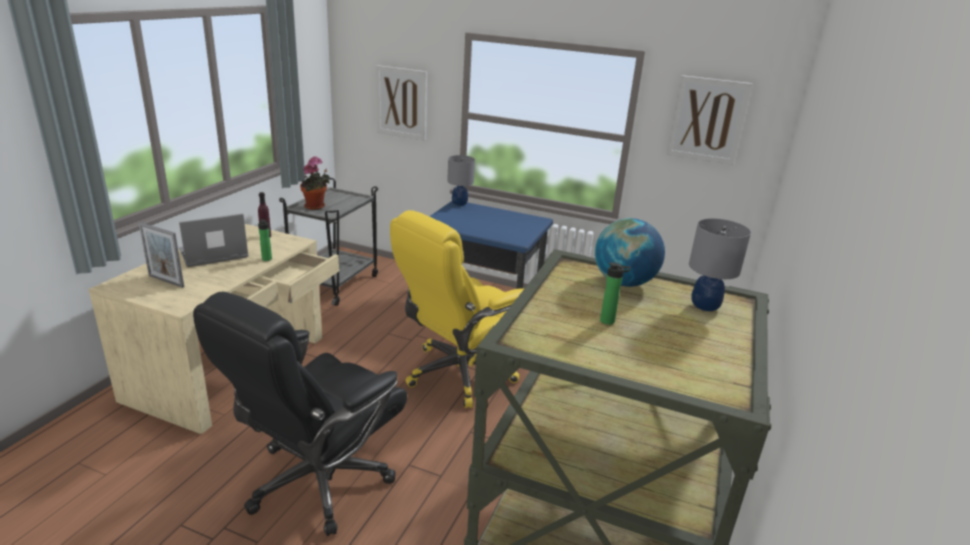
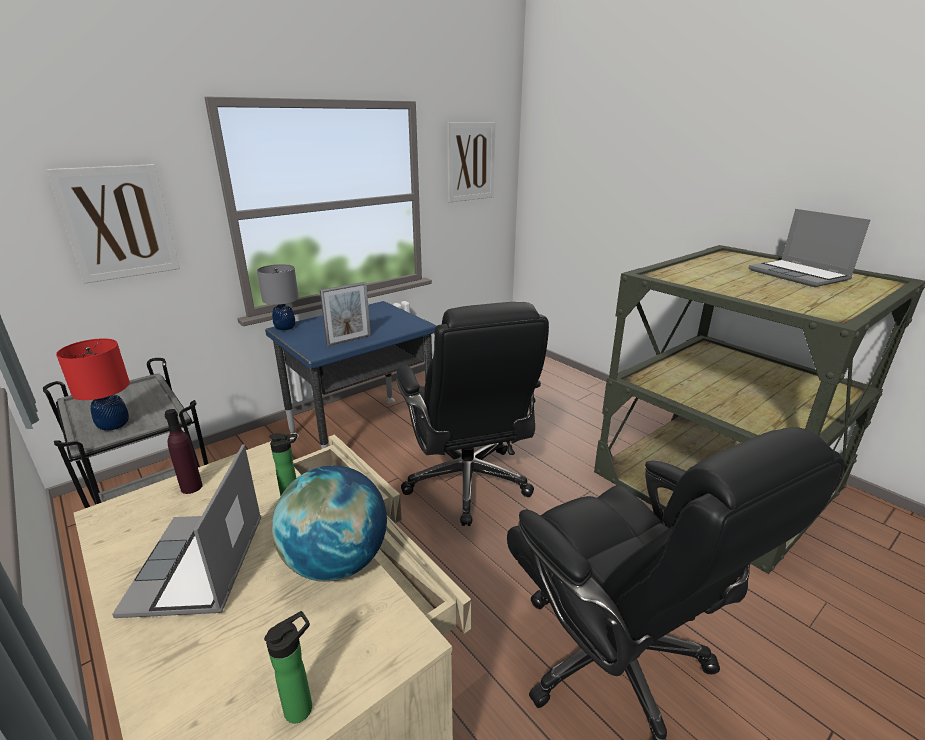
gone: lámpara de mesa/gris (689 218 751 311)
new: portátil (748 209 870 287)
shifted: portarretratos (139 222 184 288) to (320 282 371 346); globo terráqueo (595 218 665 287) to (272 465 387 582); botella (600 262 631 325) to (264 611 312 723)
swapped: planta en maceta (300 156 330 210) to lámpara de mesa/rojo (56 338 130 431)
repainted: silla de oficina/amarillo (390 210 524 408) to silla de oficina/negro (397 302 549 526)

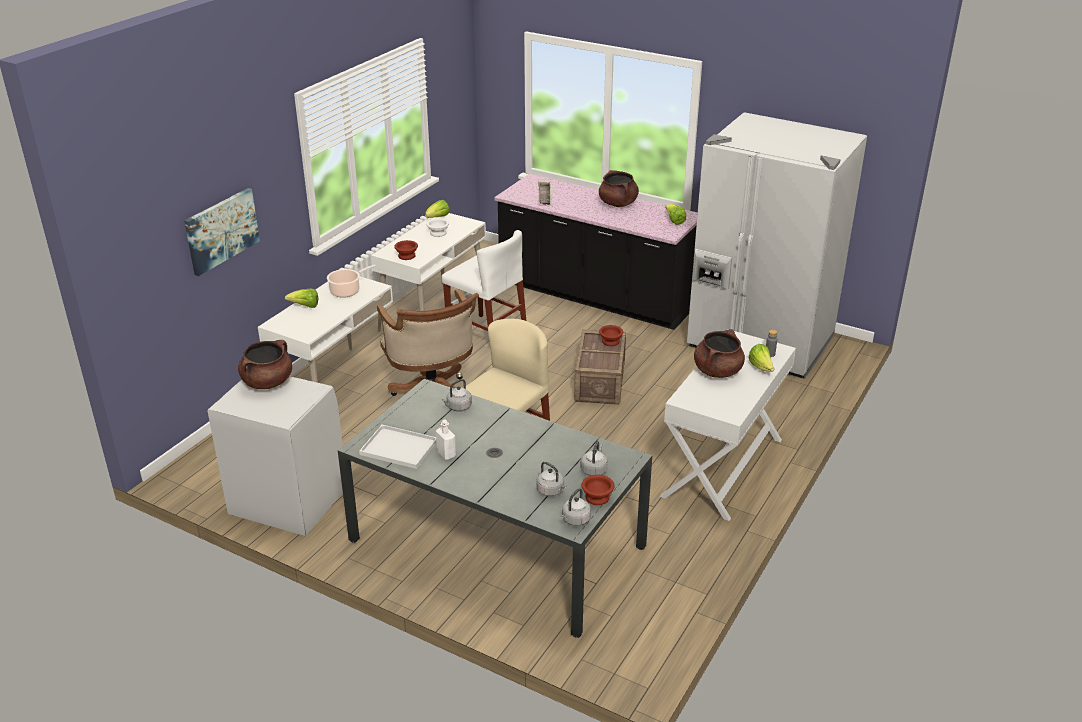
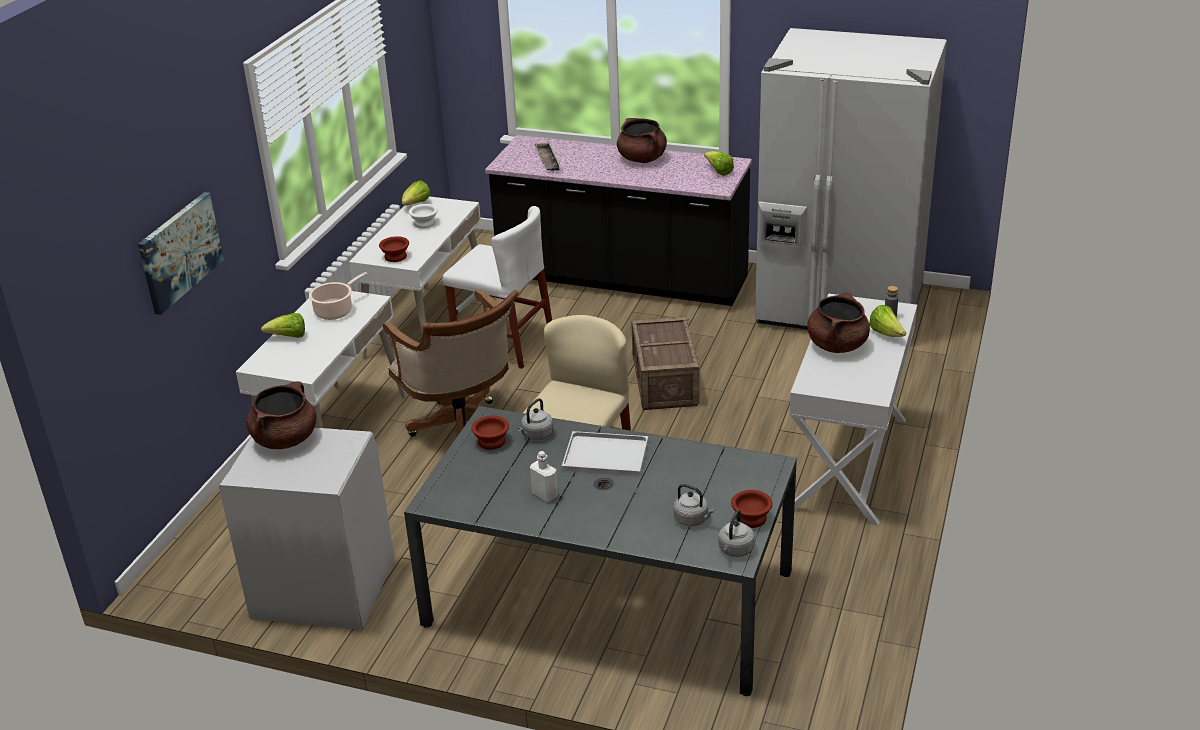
gone: hervidor/gris (580 441 608 476)
shifted: bandeja/blanco (359 425 437 469) to (562 431 648 476); cuenco/marrón (599 325 623 346) to (471 416 509 450)

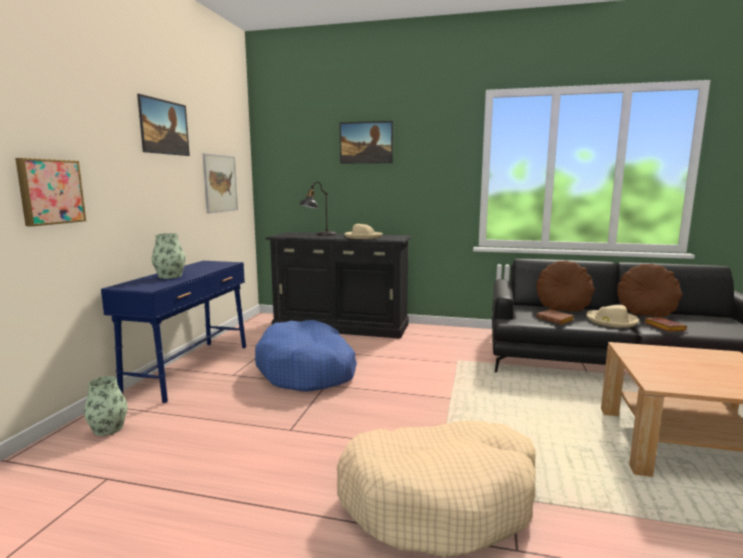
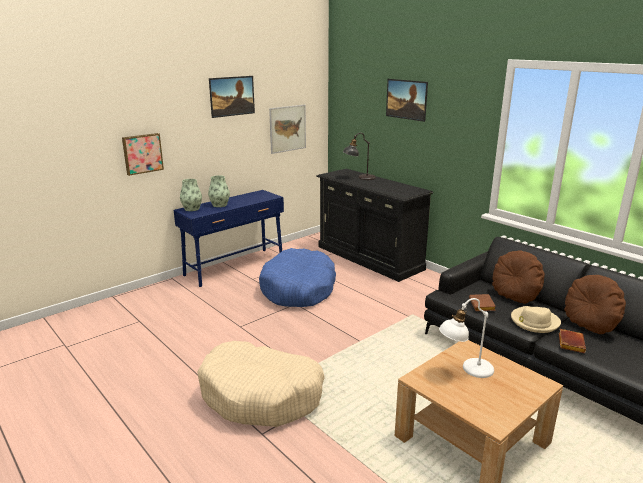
gone: sombrero/beis (344 224 383 239)
new: lámpara de mesa/blanco (439 298 494 378)
shifted: florero (84 376 127 436) to (180 179 202 211)

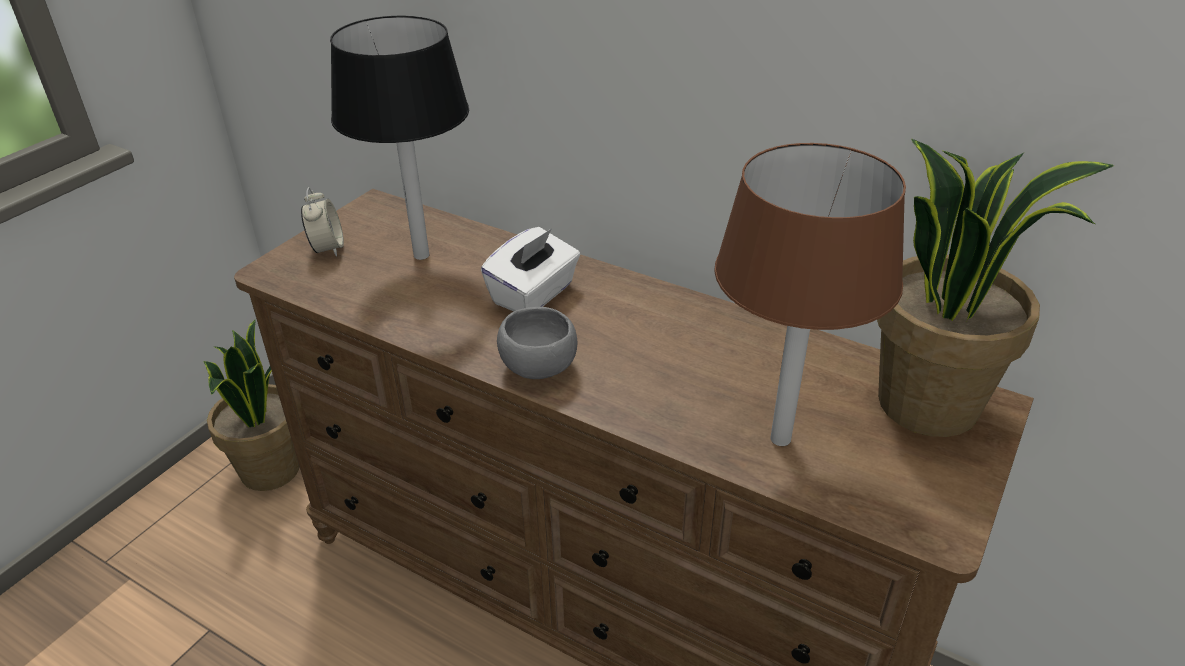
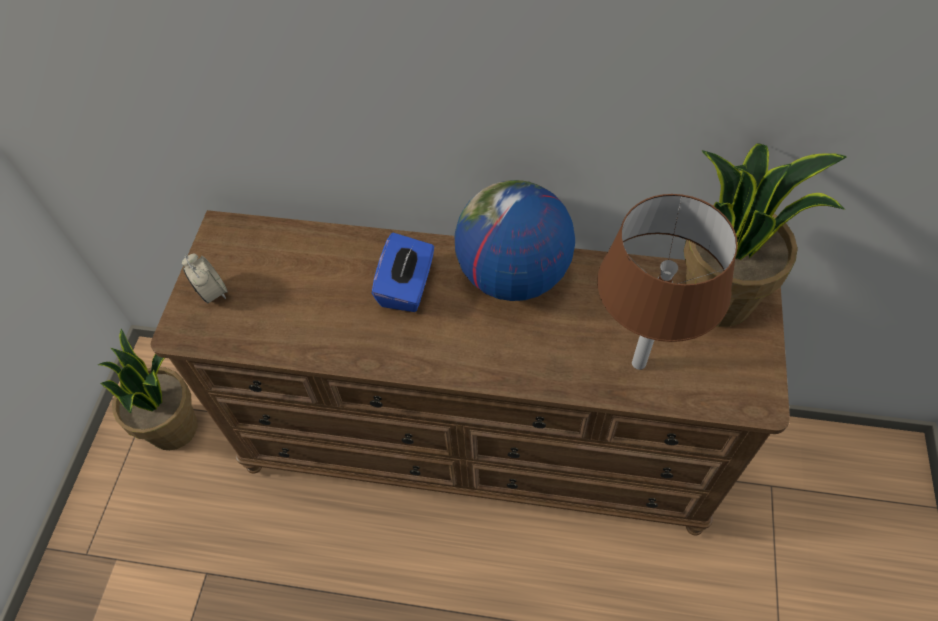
gone: lámpara de mesa/negro (330 16 469 260); cuenco/gris (497 307 577 379)
new: globo terráqueo (455 180 575 301)
repainted: caja de pañuelos/blanco (481 227 580 311) to caja de pañuelos/azul (372 233 434 312)

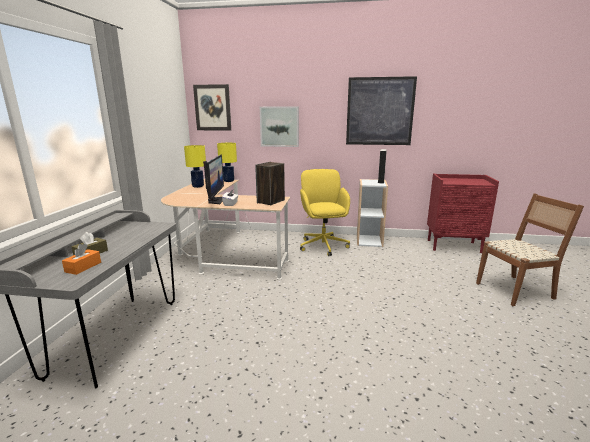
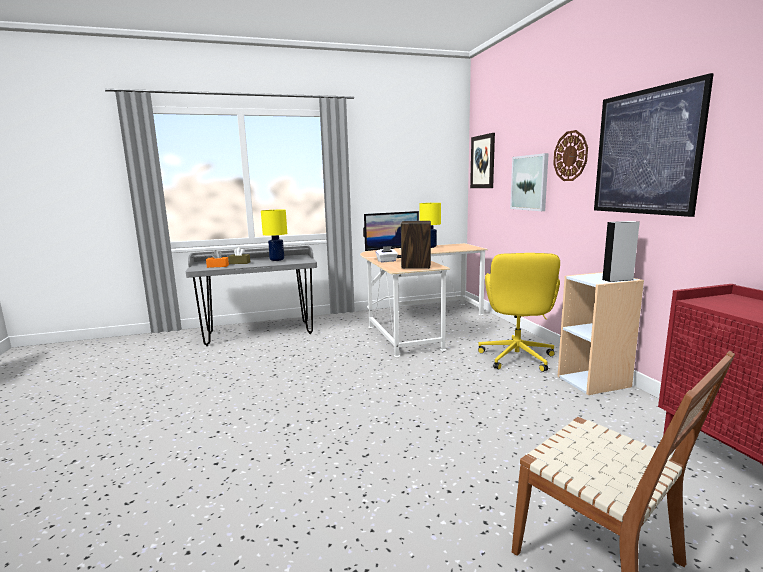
new: reloj de pared (553 130 588 181)
shifted: lámpara de mesa/amarillo (217 143 237 182) to (261 210 287 261)
rotated: silla de oficina/amarillo (300 169 350 256) = (478 253 560 372) 135 degrees clockwise

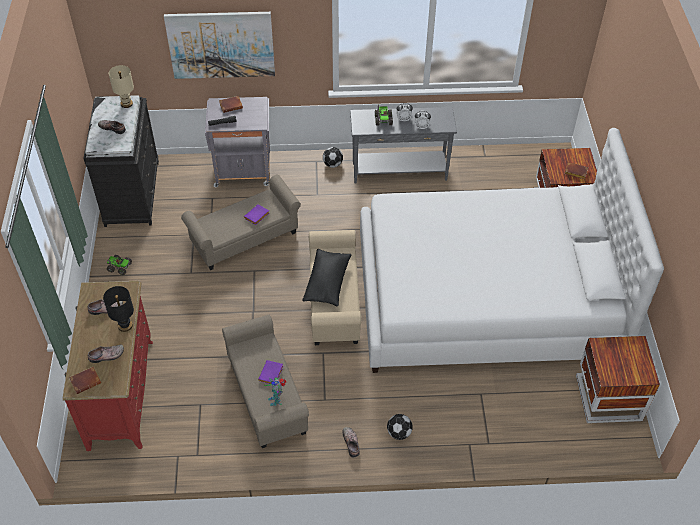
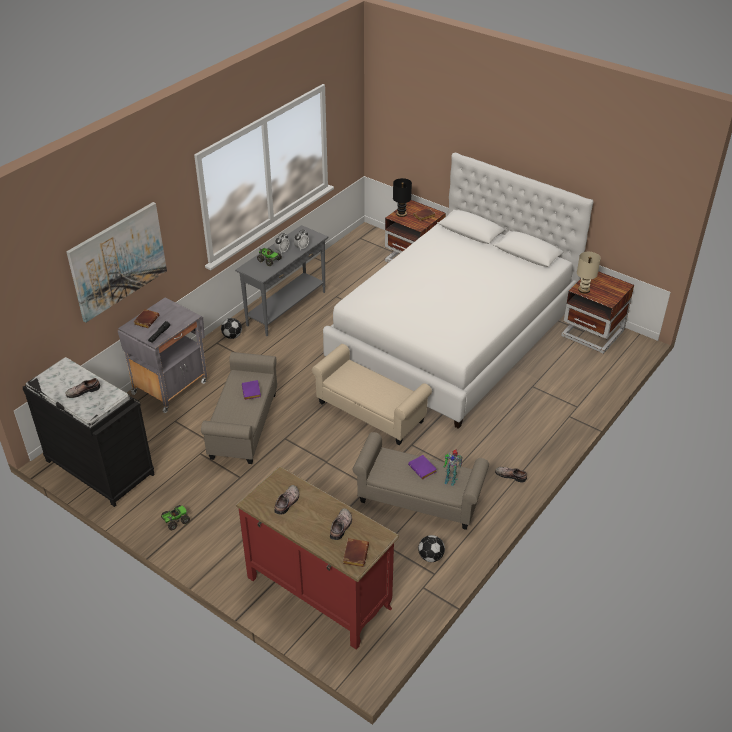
gone: cojín/negro (303 249 352 306)
shifted: lámpara de mesa/negro (103 286 134 332) to (393 178 412 217); lámpara de mesa/beis (109 65 134 108) to (577 252 601 294); balón de fútbol (387 414 413 440) to (418 535 445 562)

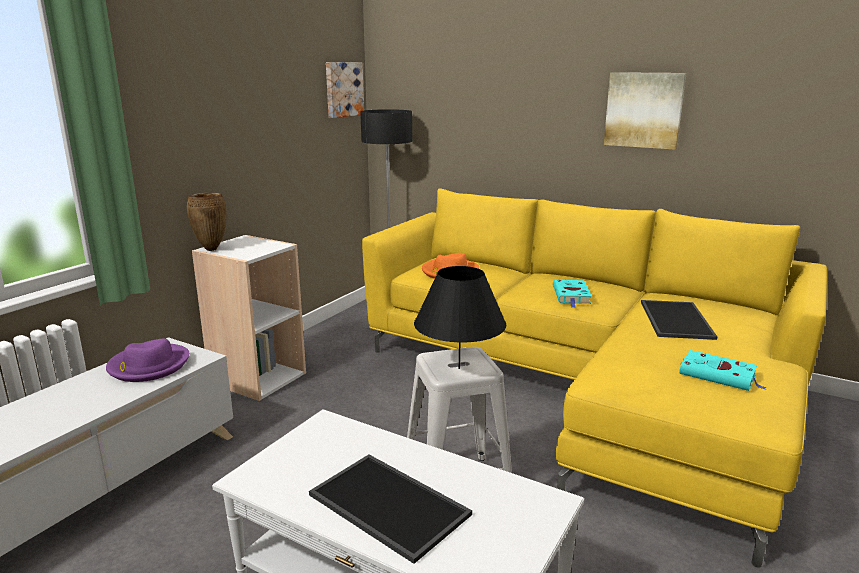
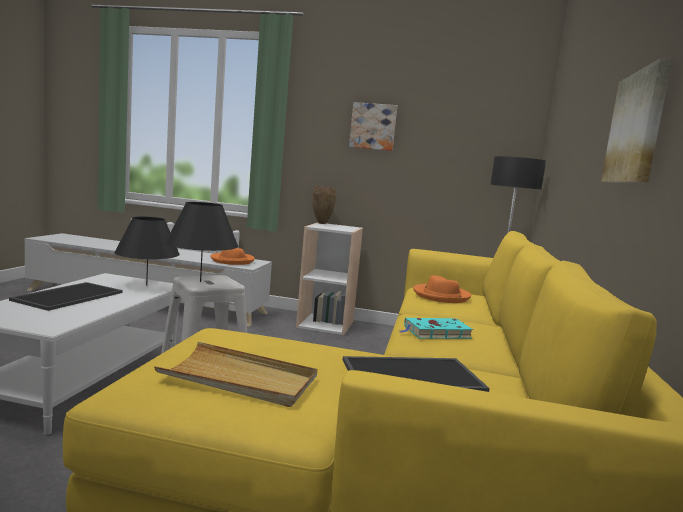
new: lámpara de mesa/negro (114 217 180 286)
shifted: cuadro (326 62 364 118) to (349 102 397 151)
swapped: libro/turquesa (679 350 767 391) to bandeja/beis (154 342 317 407)
repainted: sombrero/morado (106 339 189 382) to sombrero/naranja (210 248 255 265)

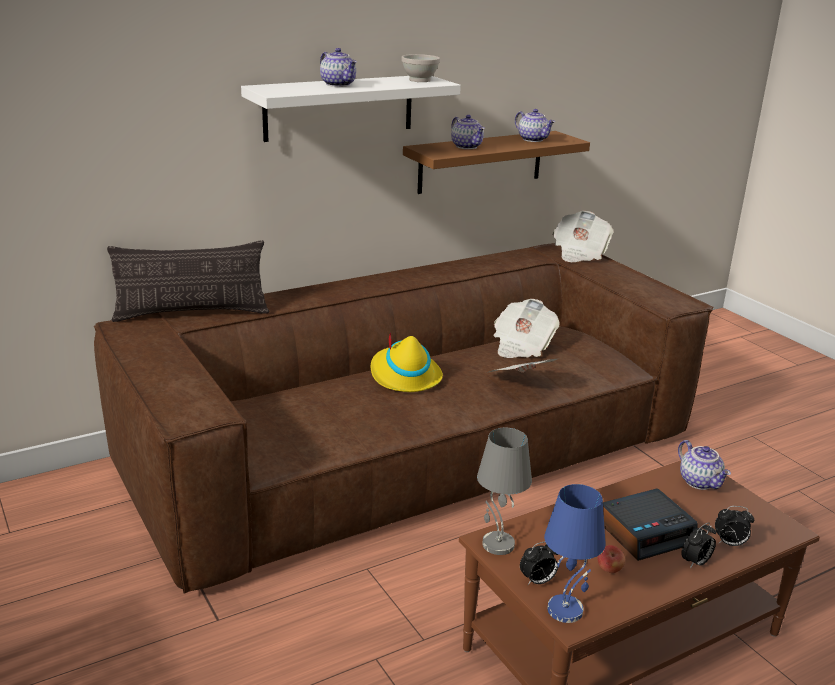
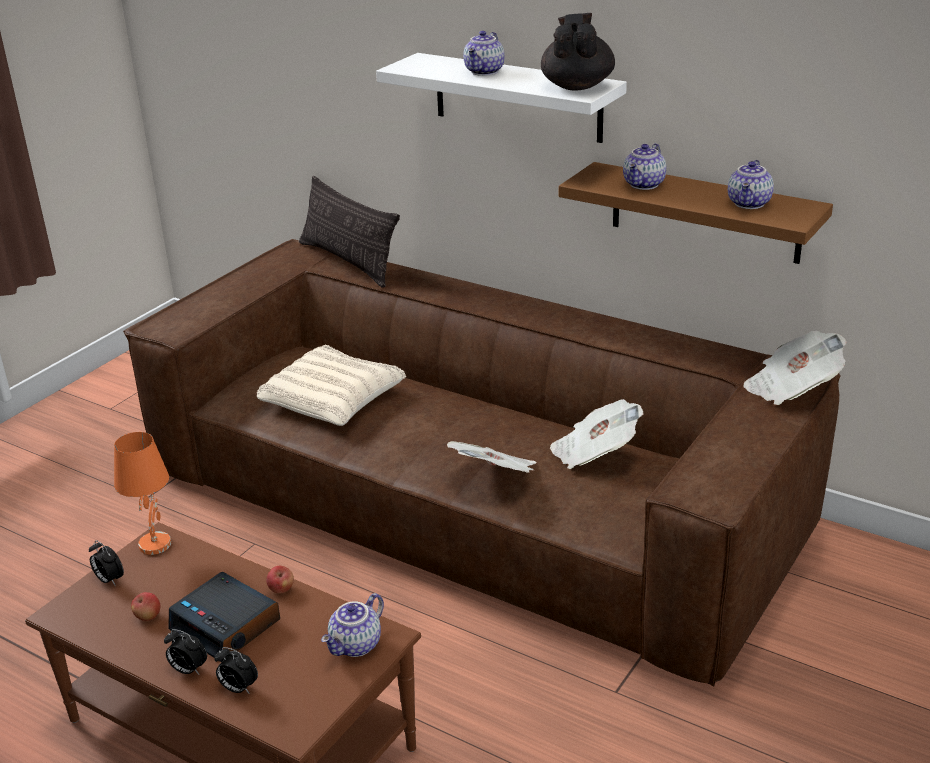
gone: sombrero/amarillo (371 332 443 392); lámpara de mesa/azul (544 484 606 623)
new: cojín/beis (257 345 406 426); manzana (266 566 294 593)
swapped: cuenco/blanco (401 54 440 82) to tetera/negro (541 13 615 90)
repainted: lámpara de mesa/gris (477 428 532 555) to lámpara de mesa/naranja (114 432 171 555)
rotated: despertador (715 506 754 546) = (214 647 258 694) 45 degrees counterclockwise

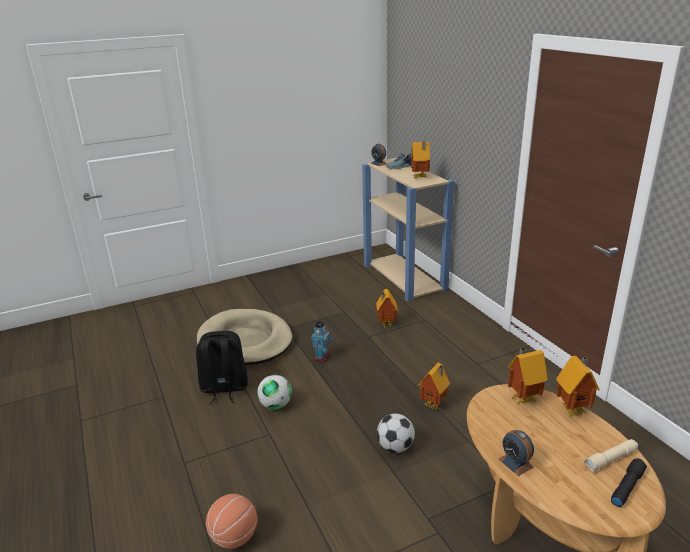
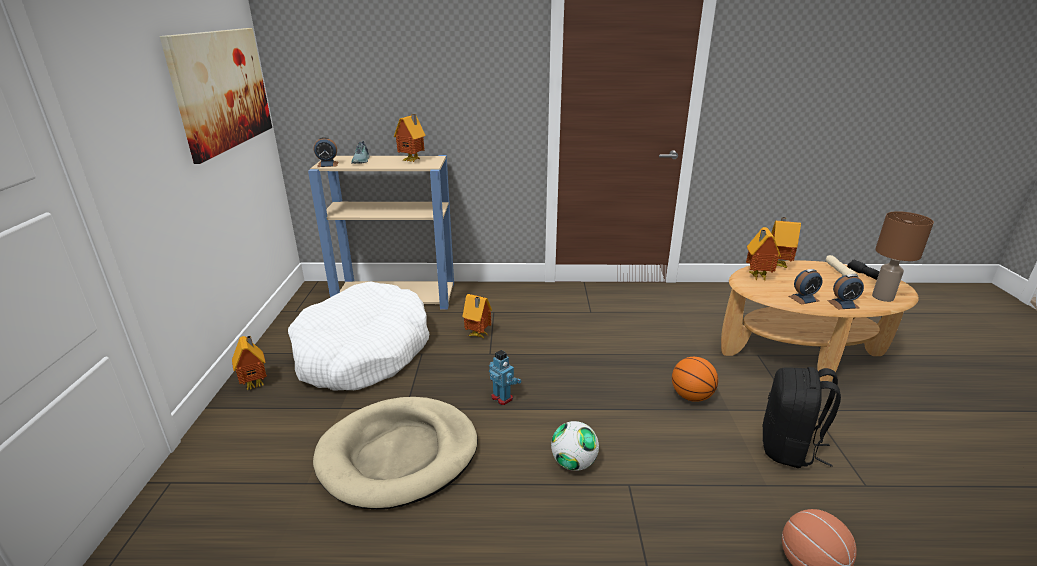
new: cuadro (160 28 272 164); cama para perro/blanco (288 281 429 391); despertador (788 269 823 305); lámpara de mesa/marrón (872 211 934 302)
shifted: mochila/negro (196 331 248 405) to (762 367 841 468); casita (418 363 450 410) to (232 336 267 390)
swapped: balón de fútbol (377 414 415 453) to balón de baloncesto (672 357 718 402)

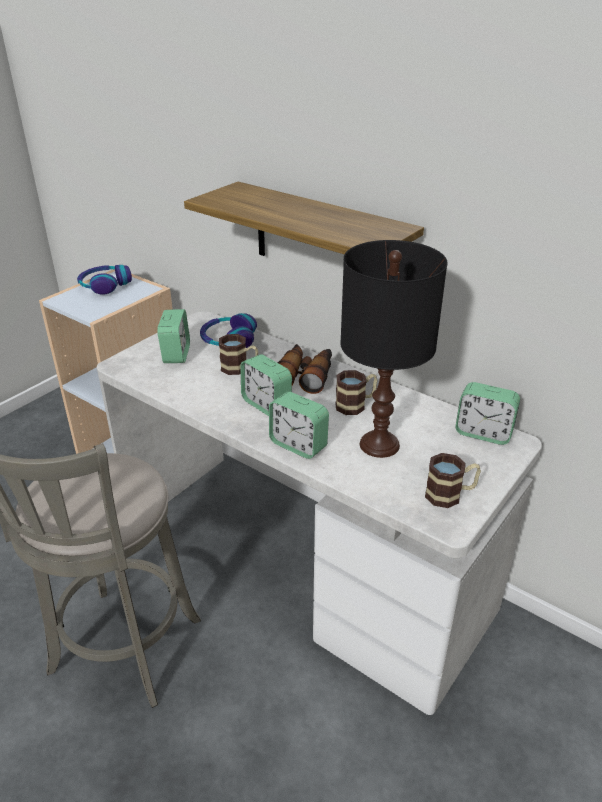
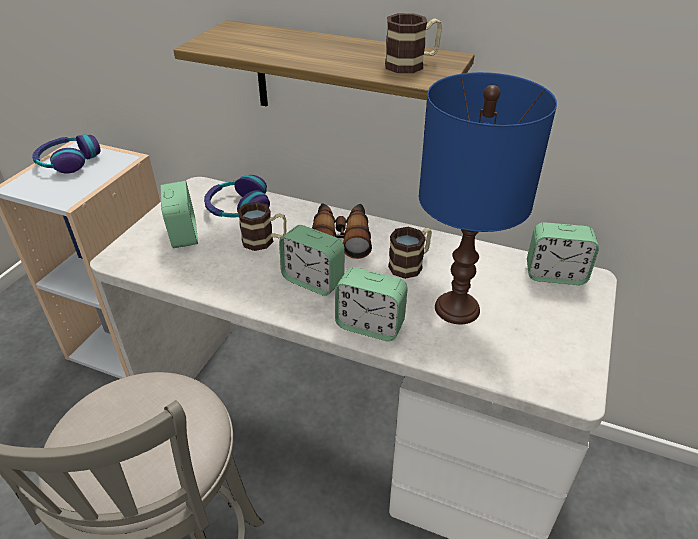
shifted: taza grande (425 453 481 508) to (385 13 442 73)
repainted: lámpara de mesa/negro (340 240 447 458) to lámpara de mesa/azul (419 72 557 324)

